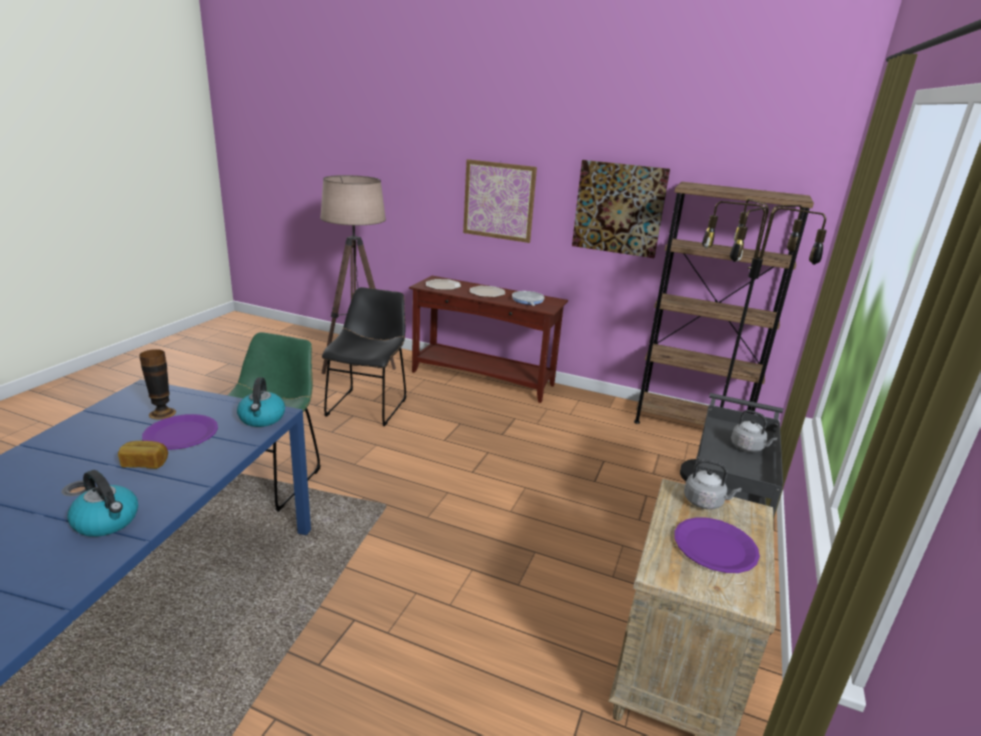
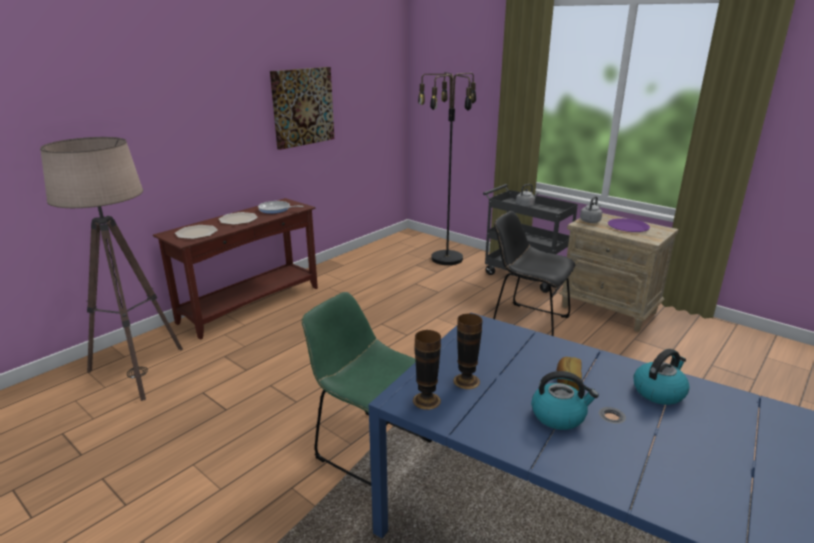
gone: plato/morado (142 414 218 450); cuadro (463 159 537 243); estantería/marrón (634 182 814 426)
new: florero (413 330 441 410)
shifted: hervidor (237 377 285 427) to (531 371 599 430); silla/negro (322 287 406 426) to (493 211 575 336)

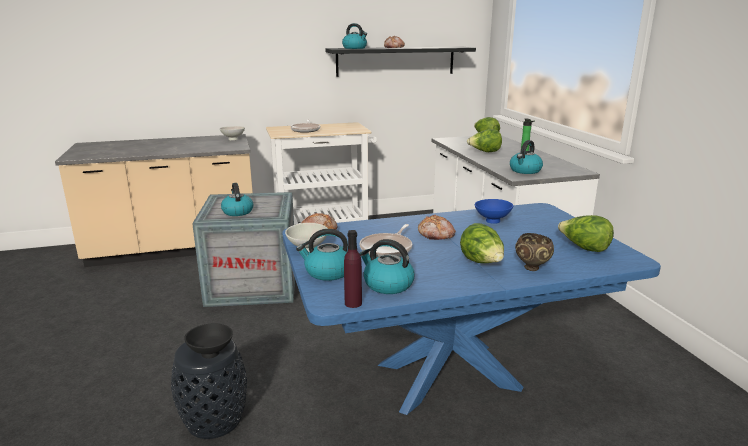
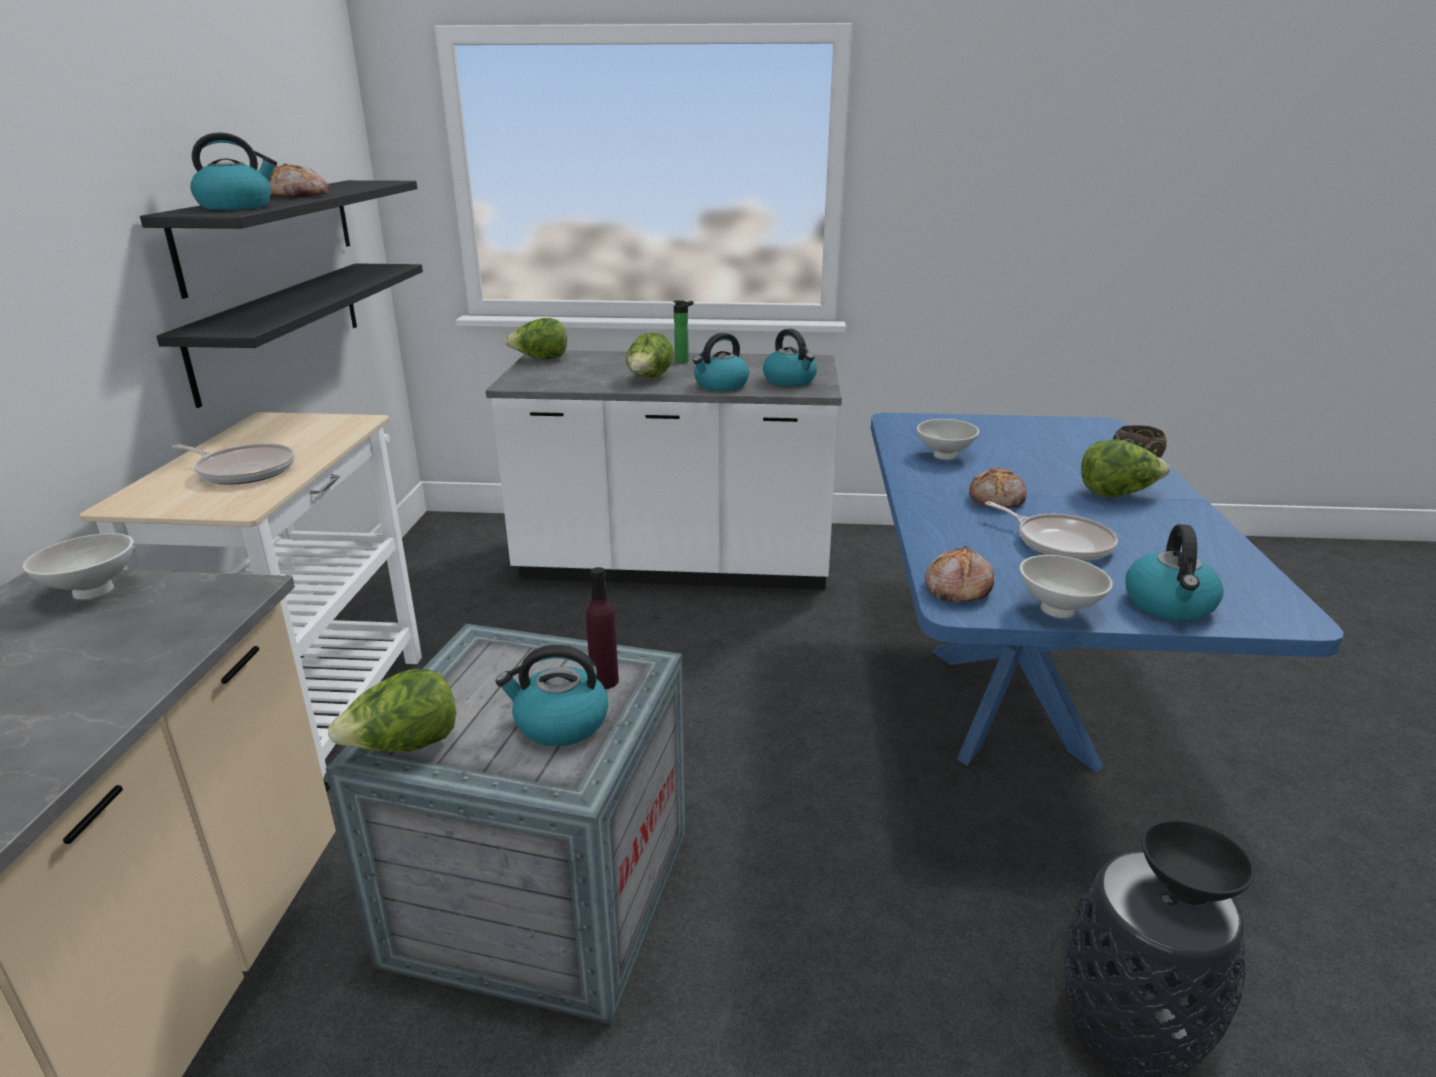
new: estante/negro (156 263 423 408)
shifted: botella/morado (344 230 362 308) to (586 567 619 689); hervidor (359 239 415 294) to (693 333 749 392); lechuga (558 215 614 252) to (328 669 456 752)
repainted: cuenco/azul (475 199 513 224) to cuenco/blanco (917 419 979 460)

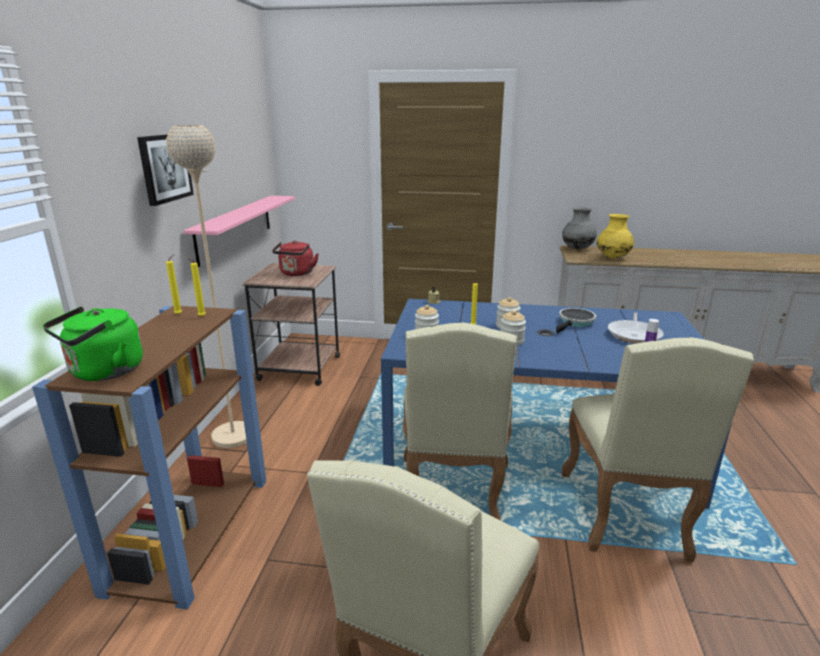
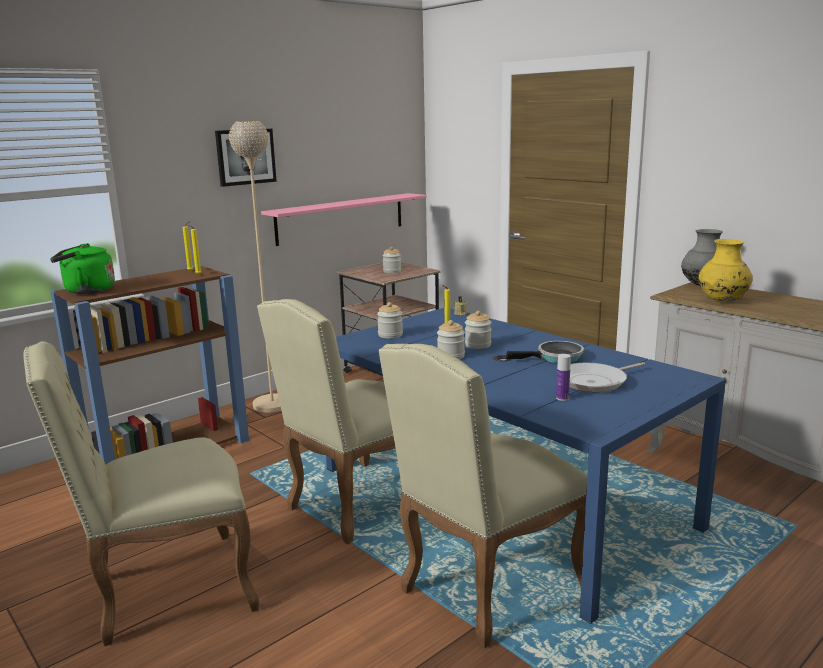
swapped: hervidor/rojo (272 240 319 276) to tarro (382 247 401 273)

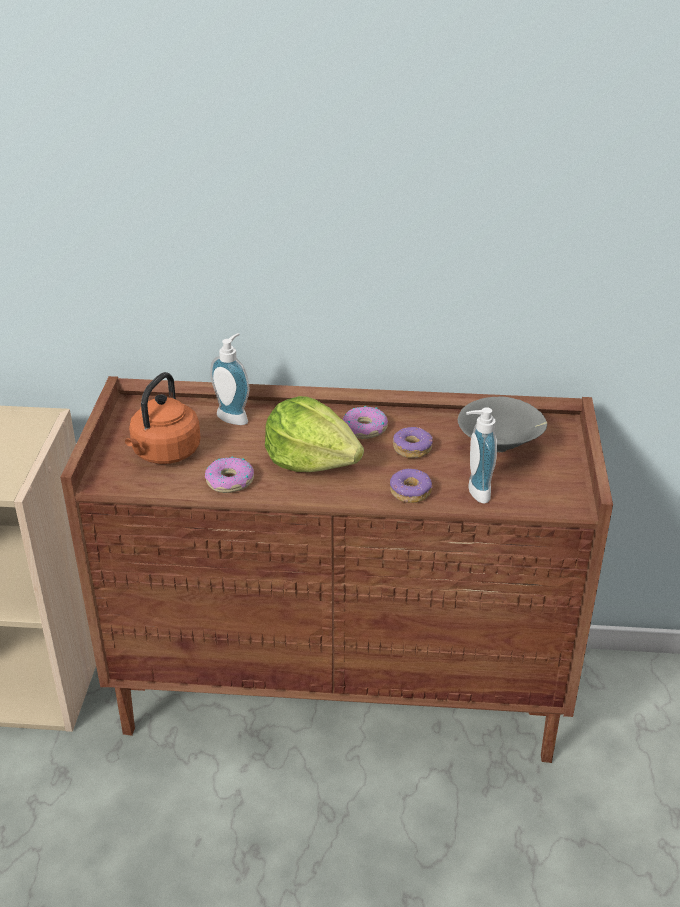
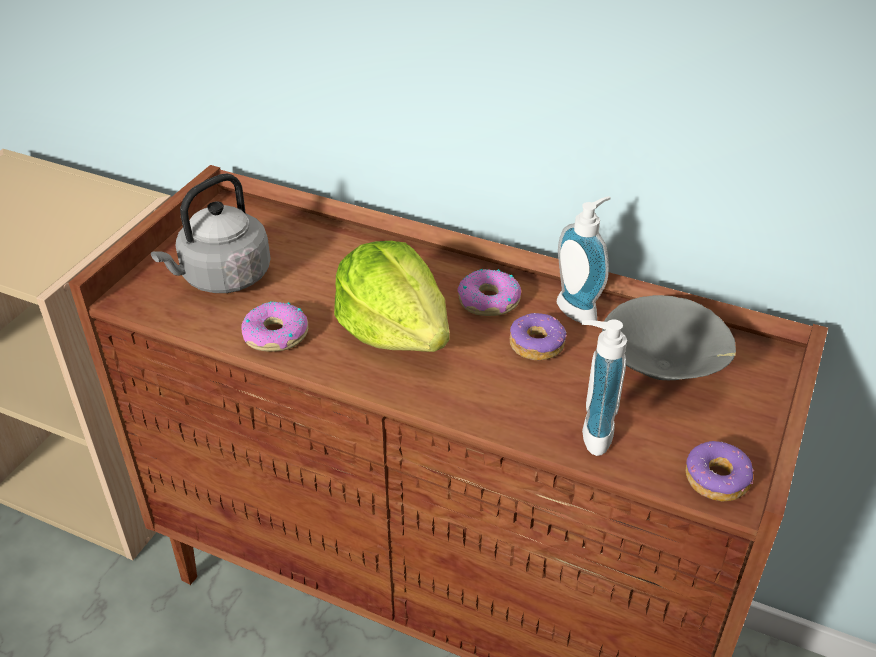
shifted: dispensador de jabón (210 333 250 425) to (557 196 611 323); rosquilla (390 469 432 503) to (686 441 755 501)
repainted: hervidor/naranja (125 372 200 464) to hervidor/gris (151 173 271 293)

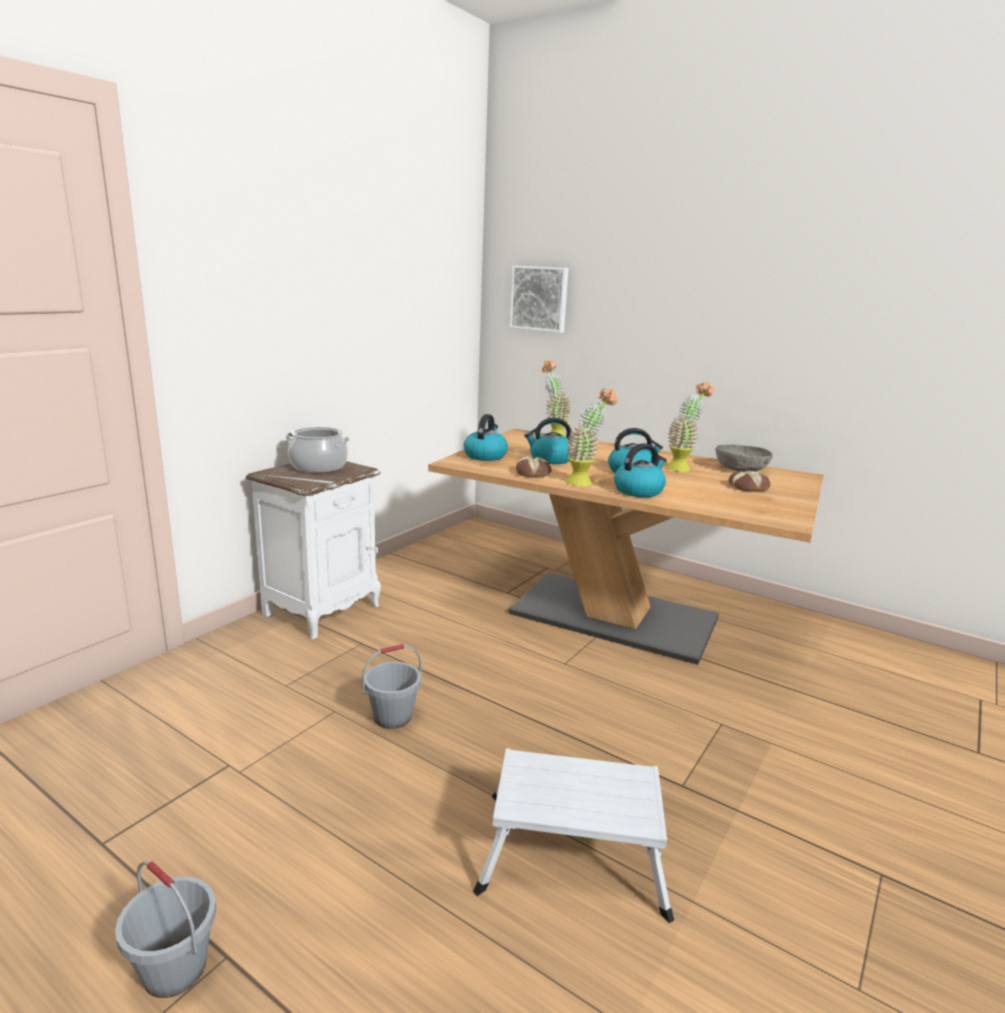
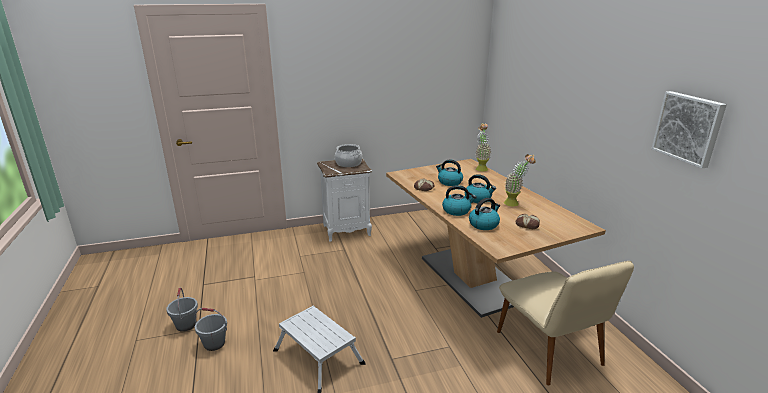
gone: planta en maceta (566 388 617 486); cuenco/gris (715 445 773 472)
new: silla/beis (497 261 634 385)
shifted: cubo/gris (362 644 421 729) to (195 308 227 351); hervidor (464 414 508 461) to (469 198 500 230); cuadro (509 266 569 333) to (651 91 727 168)

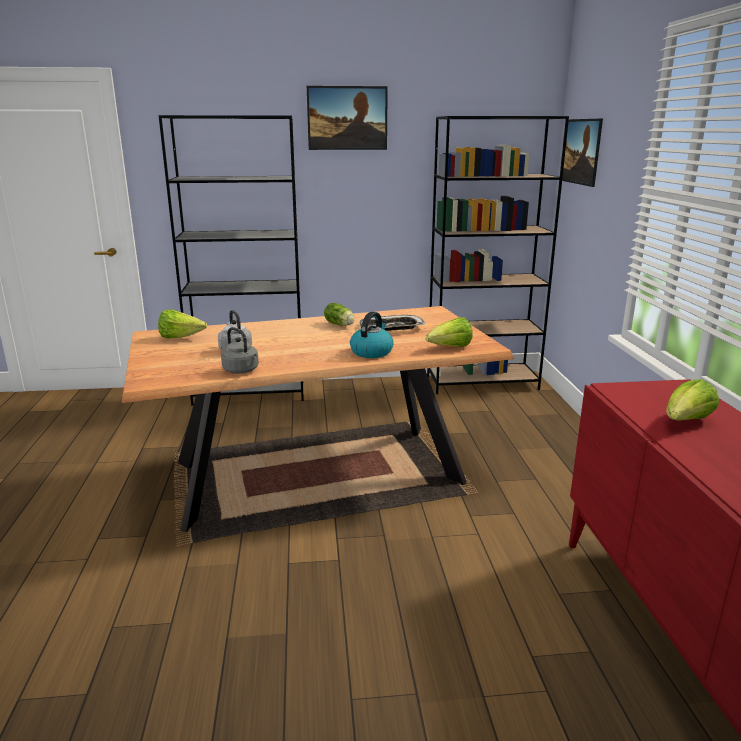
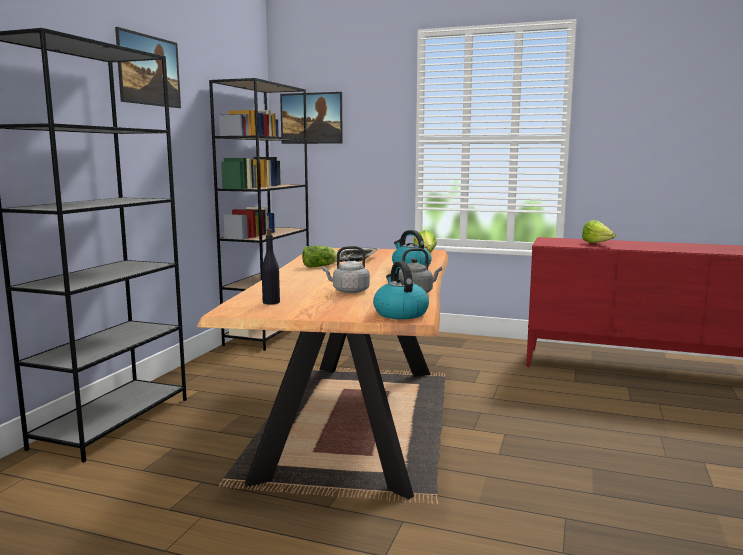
new: hervidor (373 261 429 319)
swapped: lechuga (158 309 207 339) to botella/negro (262 229 280 305)

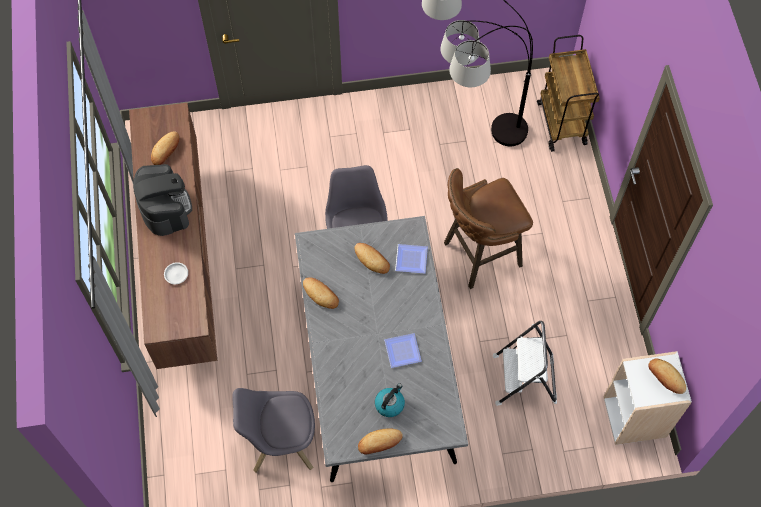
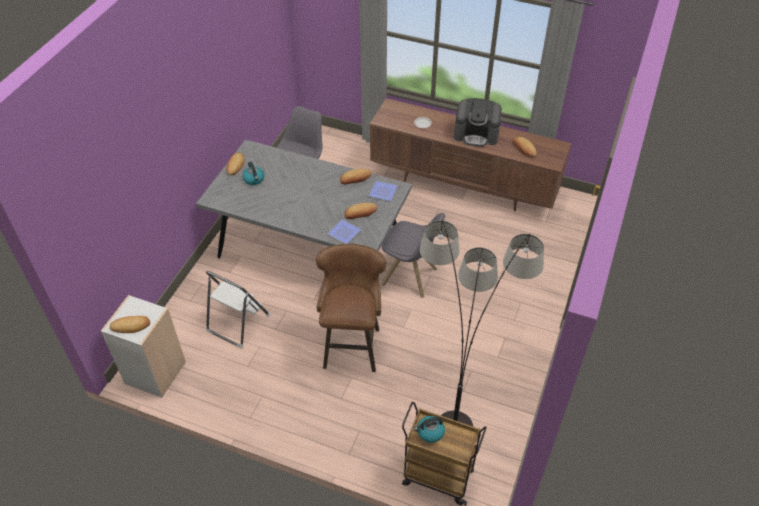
new: hervidor (414 416 445 443)
shifted: plato (384 333 422 368) to (369 181 398 201)

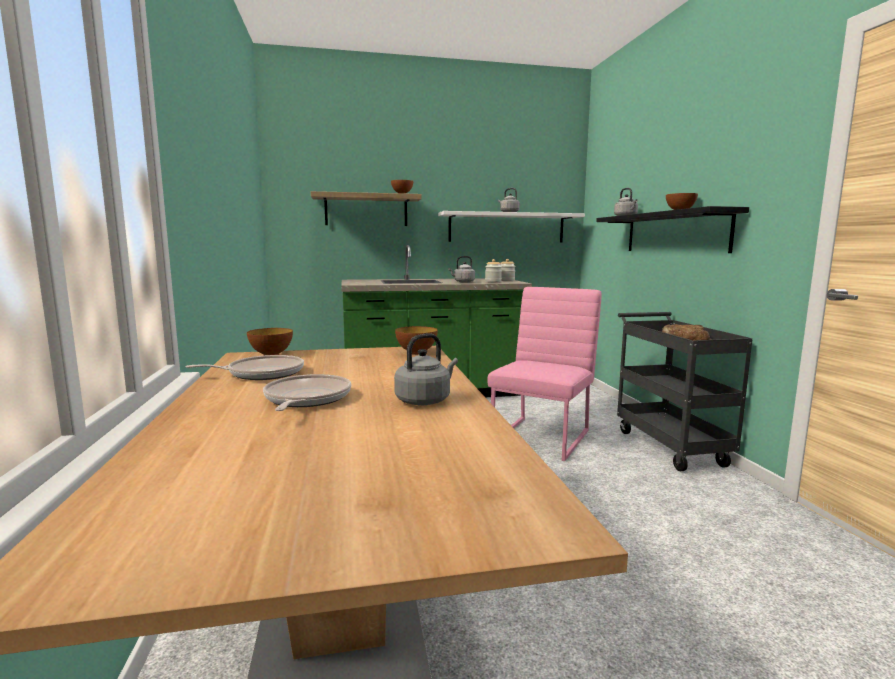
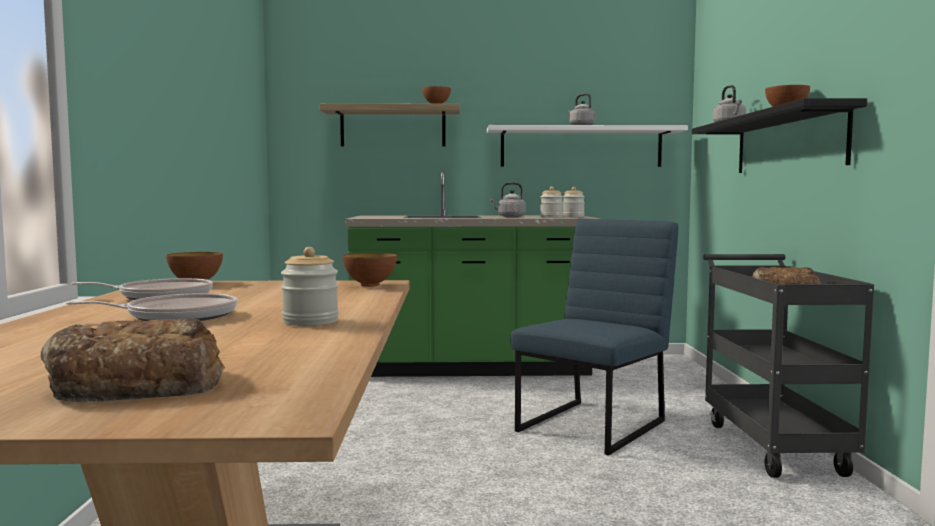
new: pan (41 318 225 402)
swapped: hervidor/gris (394 333 458 405) to tarro (281 247 339 326)
repainted: silla/rosa (487 287 602 461) to silla/azul (510 219 678 455)
rotated: sartén (263 374 351 411) = (66 293 238 321) 60 degrees clockwise

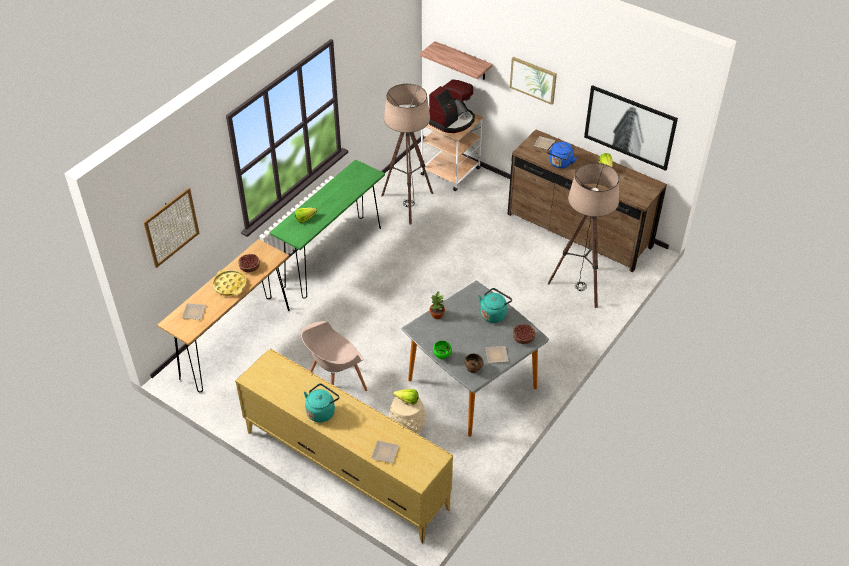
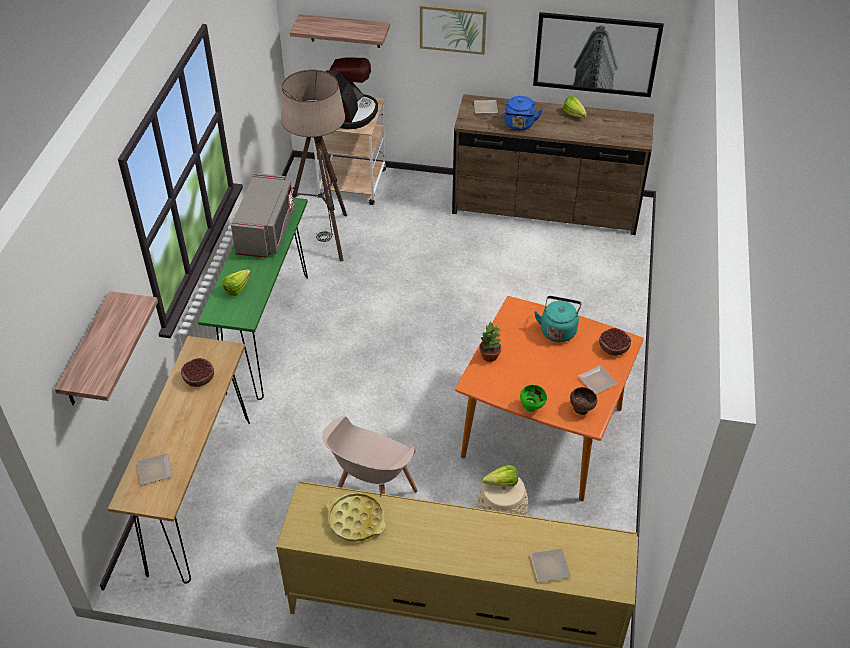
gone: hervidor/turquesa (304 383 339 423); lámpara de pie (548 163 619 308)
new: microondas/gris (231 173 295 258)
shifted: bandeja/amarillo (213 270 247 296) to (327 492 386 542)
swapped: cuadro (143 188 200 268) to estante (55 291 158 405)
repainted: mesa de comedor/gris (401 281 549 437) to mesa de comedor/naranja (455 296 644 501)

